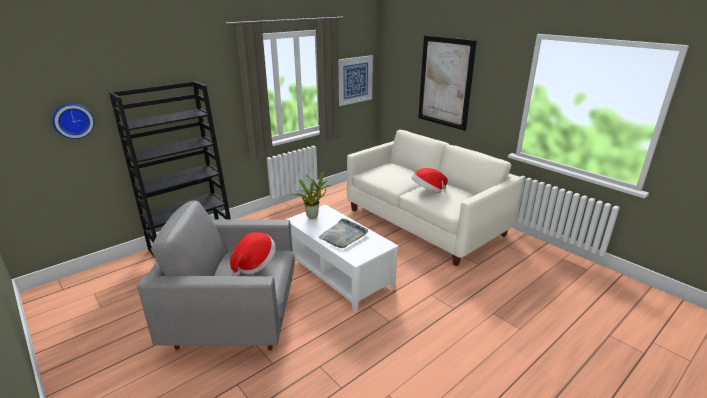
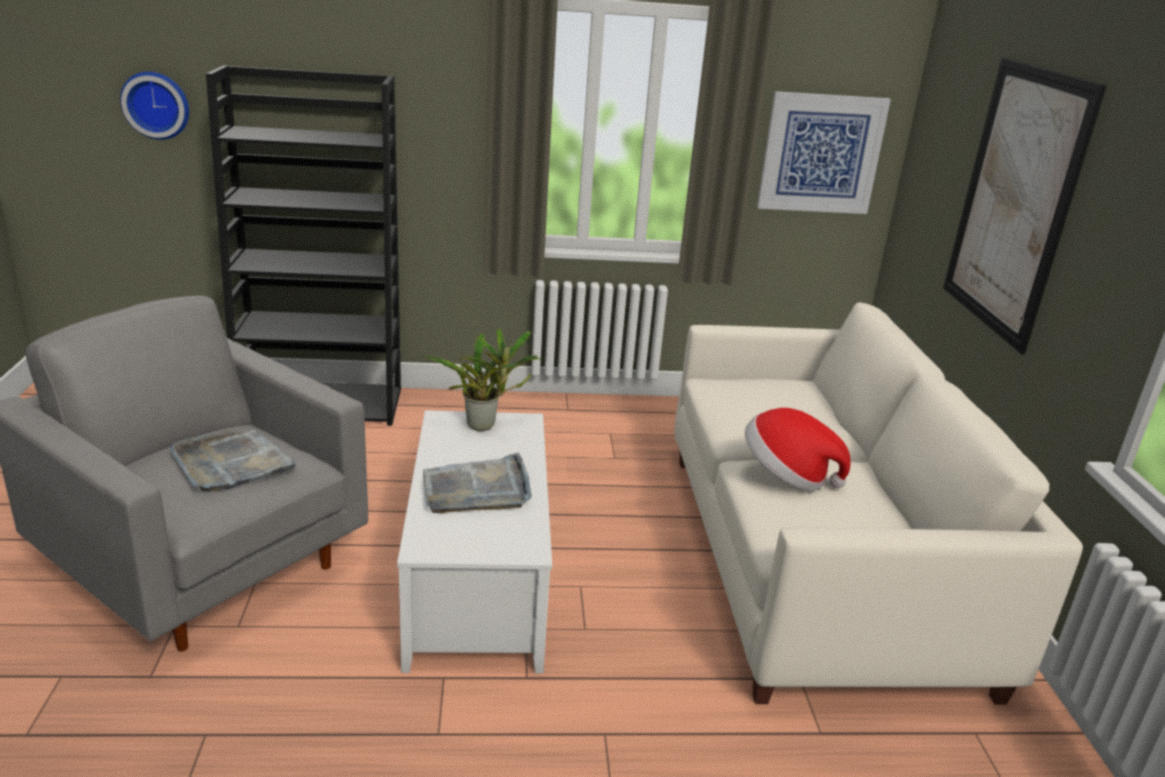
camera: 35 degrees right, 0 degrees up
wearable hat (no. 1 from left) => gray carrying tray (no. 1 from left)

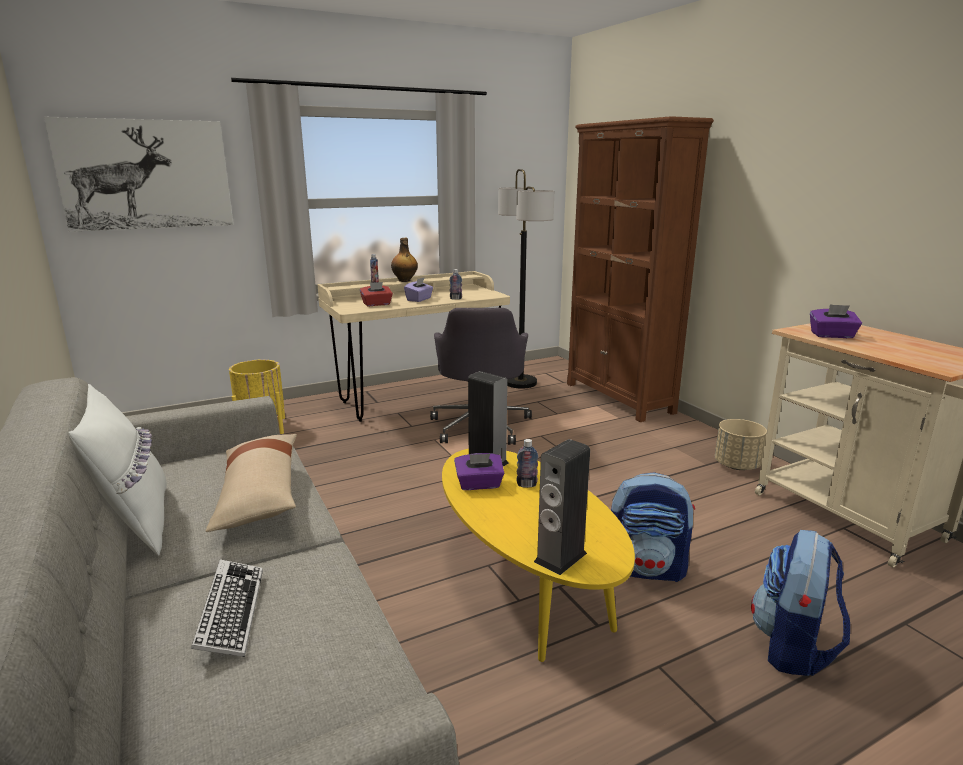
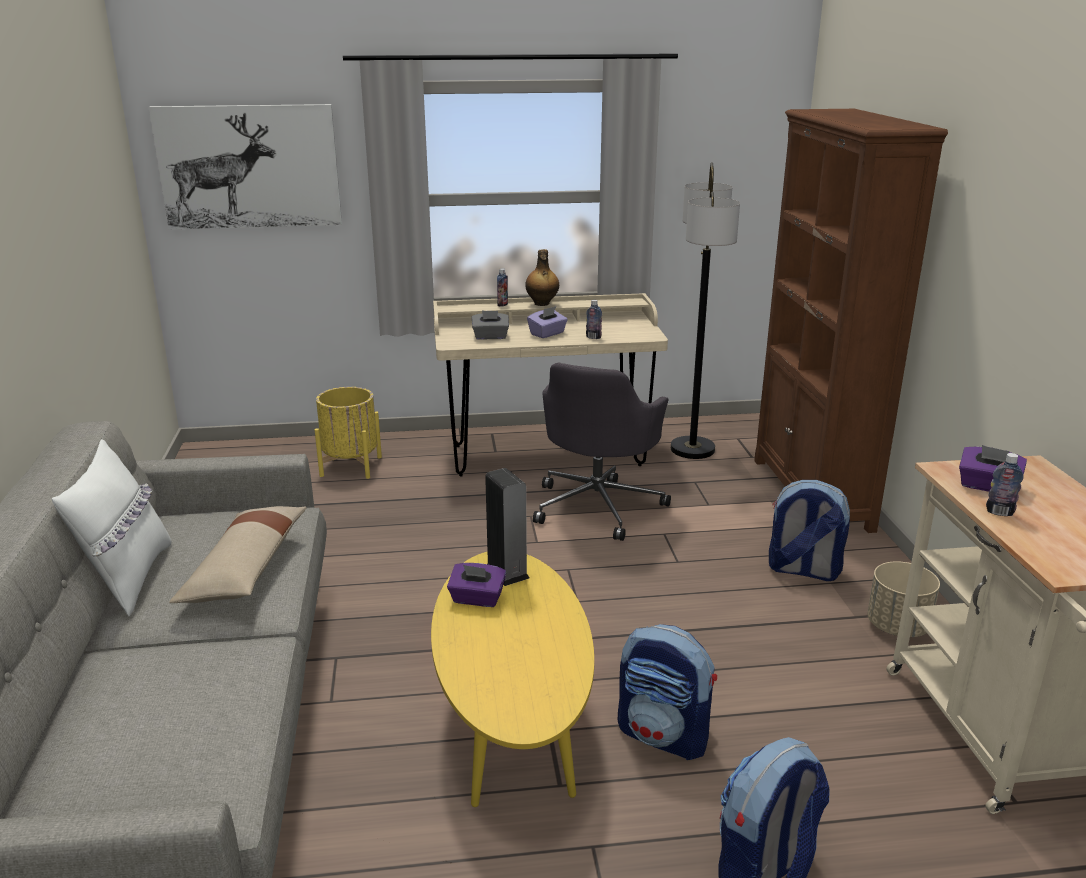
camera: 20 degrees right, 5 degrees up
red tissue holder => gray tissue holder
nothing => backpack (no. 3 from left)
drink bottle (no. 4 from left), relocated
PC keyboard => nothing
loudspeaker (no. 2 from left) => nothing

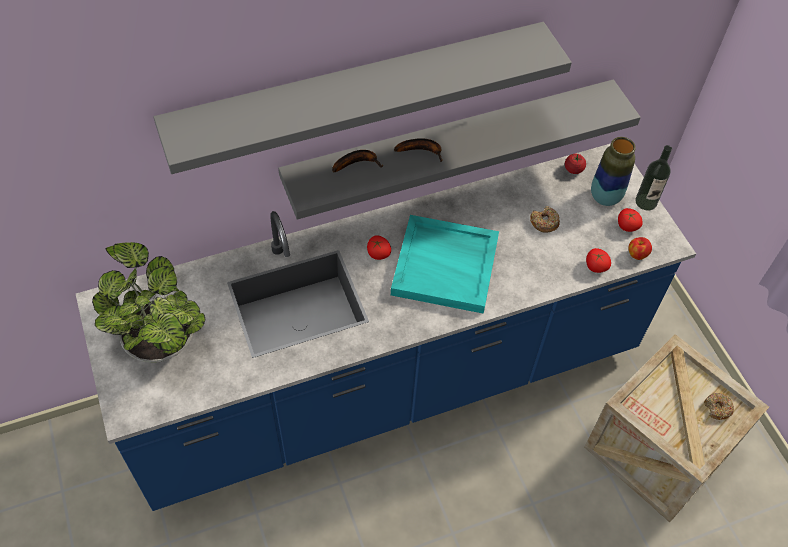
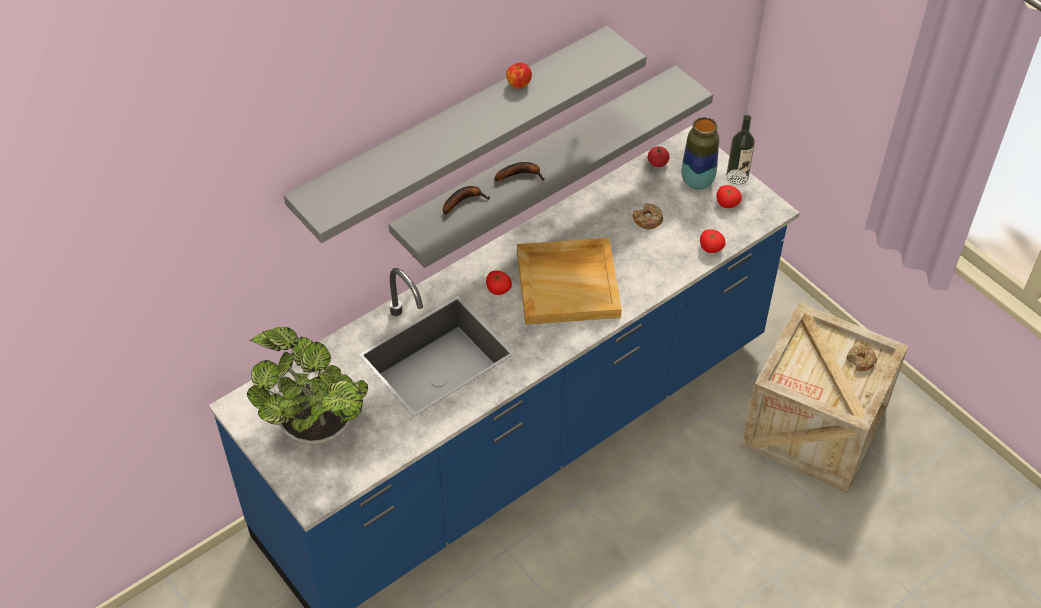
camera: 15 degrees left, 5 degrees down
apple fruit, relocated
turquoise carrying tray => sand-coloured carrying tray

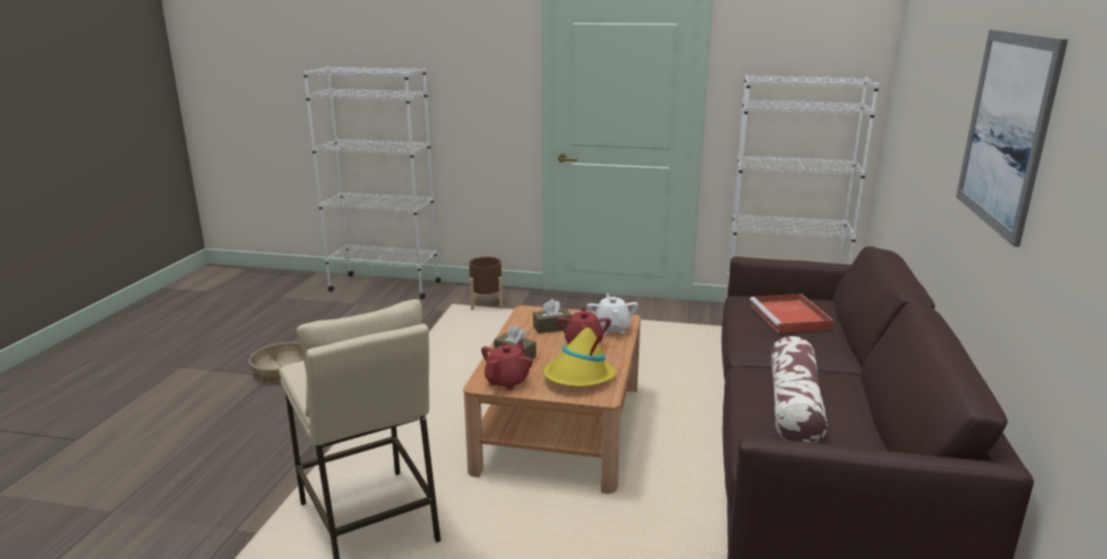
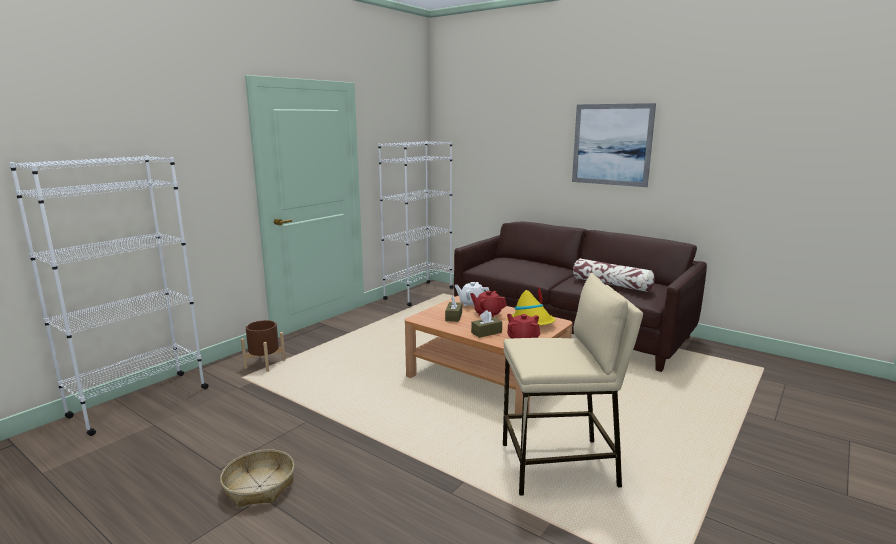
camera: 65 degrees left, 5 degrees down
red carrying tray => nothing

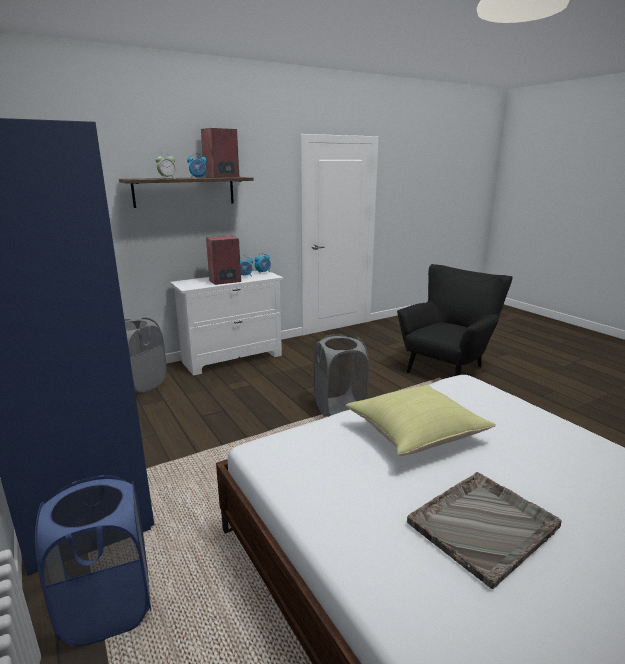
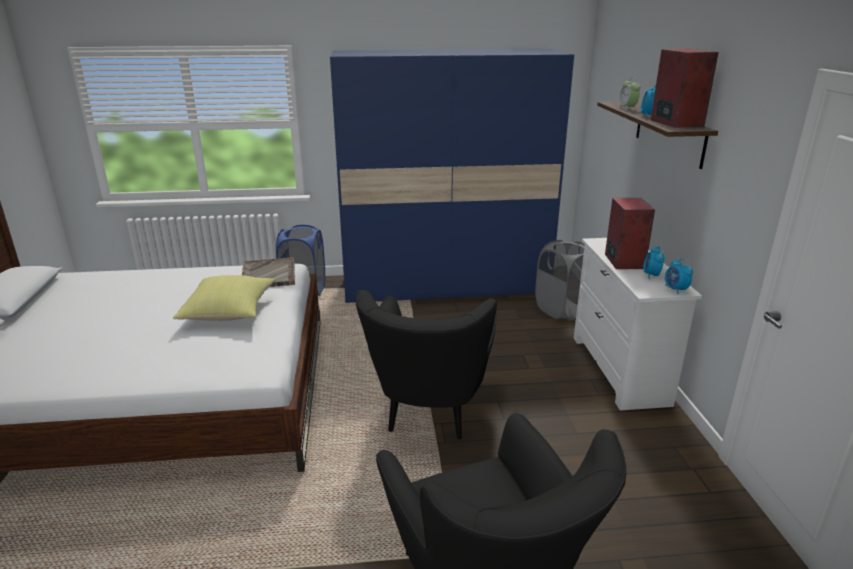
camera: 115 degrees right, 5 degrees up
gray carrying tray, relocated
gray washing basket (no. 2 from left) => black lounge chair (no. 1 from left)

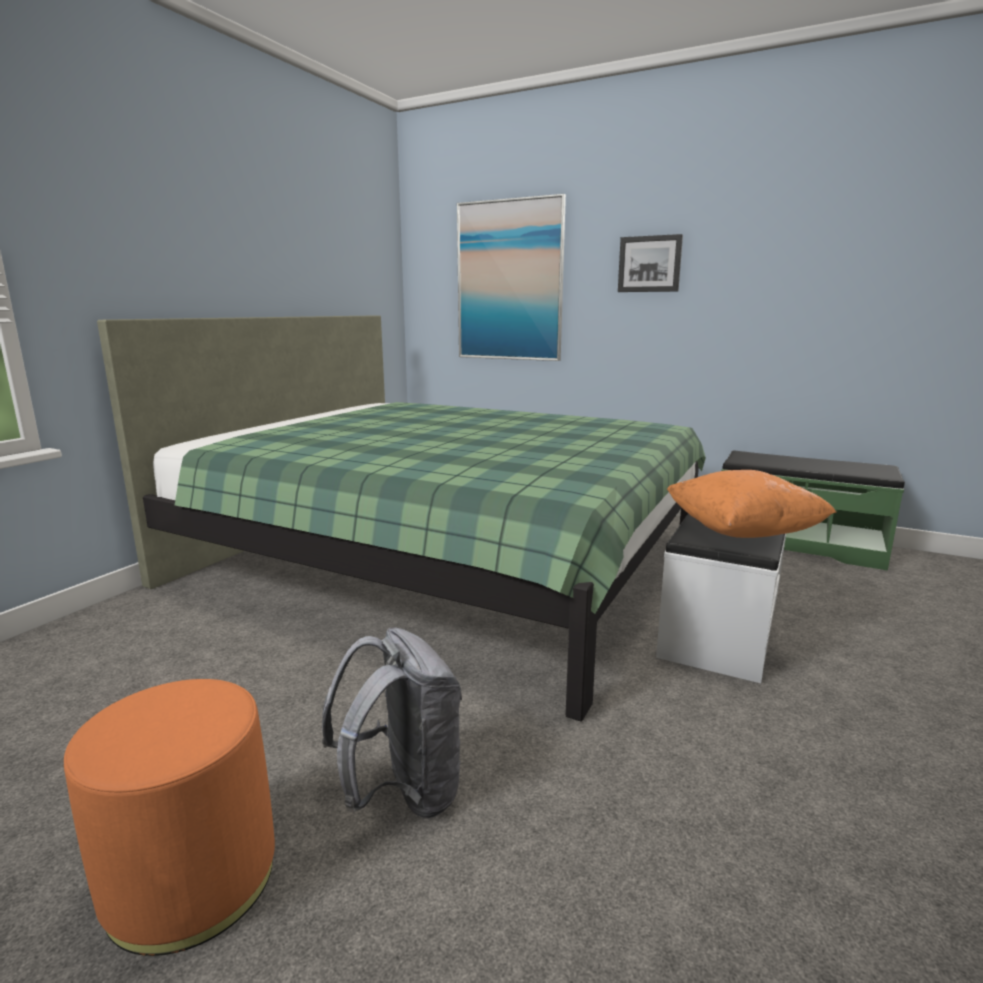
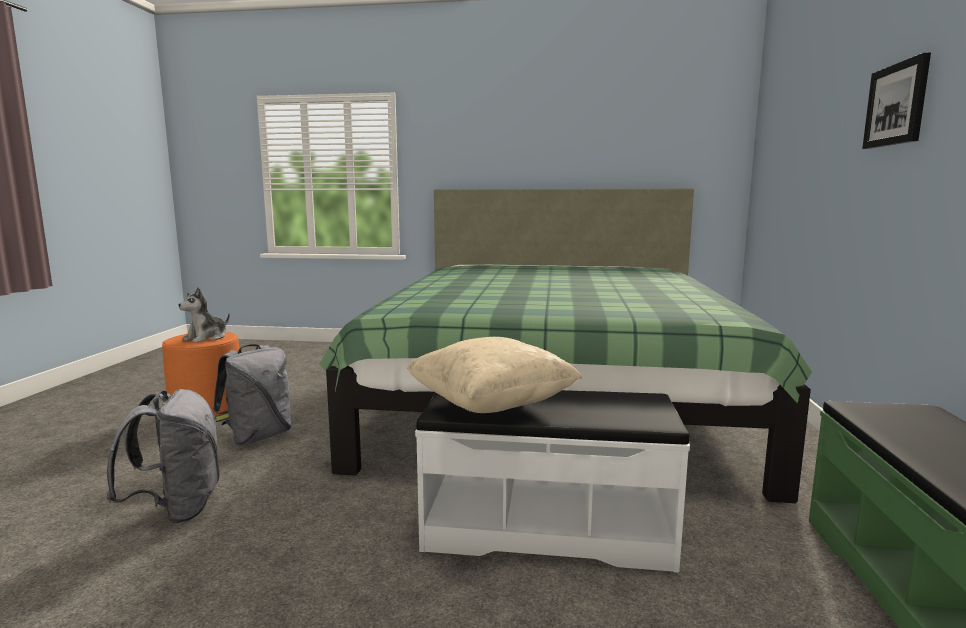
camera: 70 degrees right, 5 degrees down
nothing => gray backpack (no. 1 from left)
nothing => plush toy
orangey cushion => sand-coloured cushion
picture (no. 1 from left) => nothing

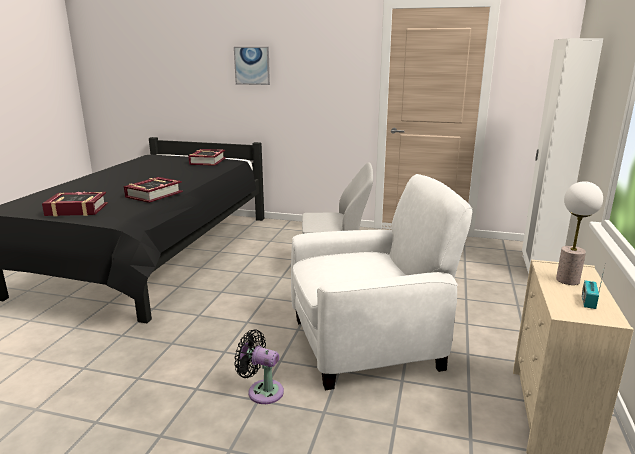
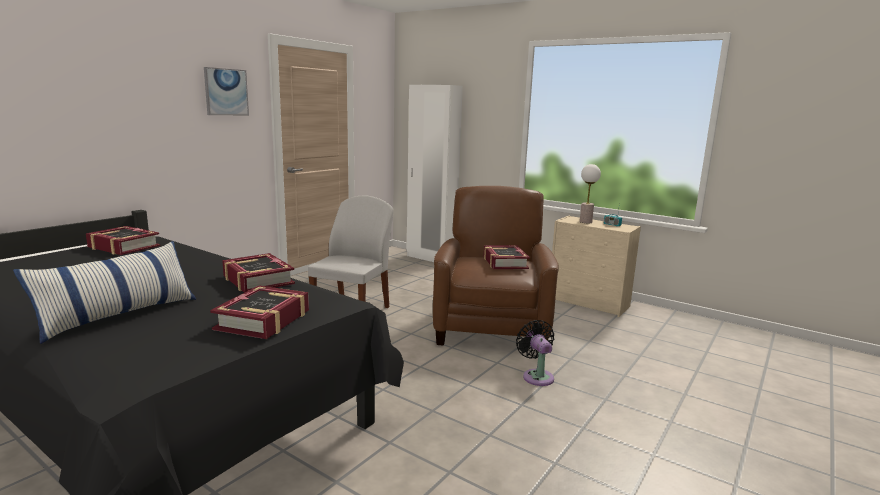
camera: 70 degrees left, 5 degrees down
nothing => cushion
picture, relocated
white lounge chair => brownish lounge chair
nothing => bound book (no. 4 from left)
black fan, 120 degrees clockwise

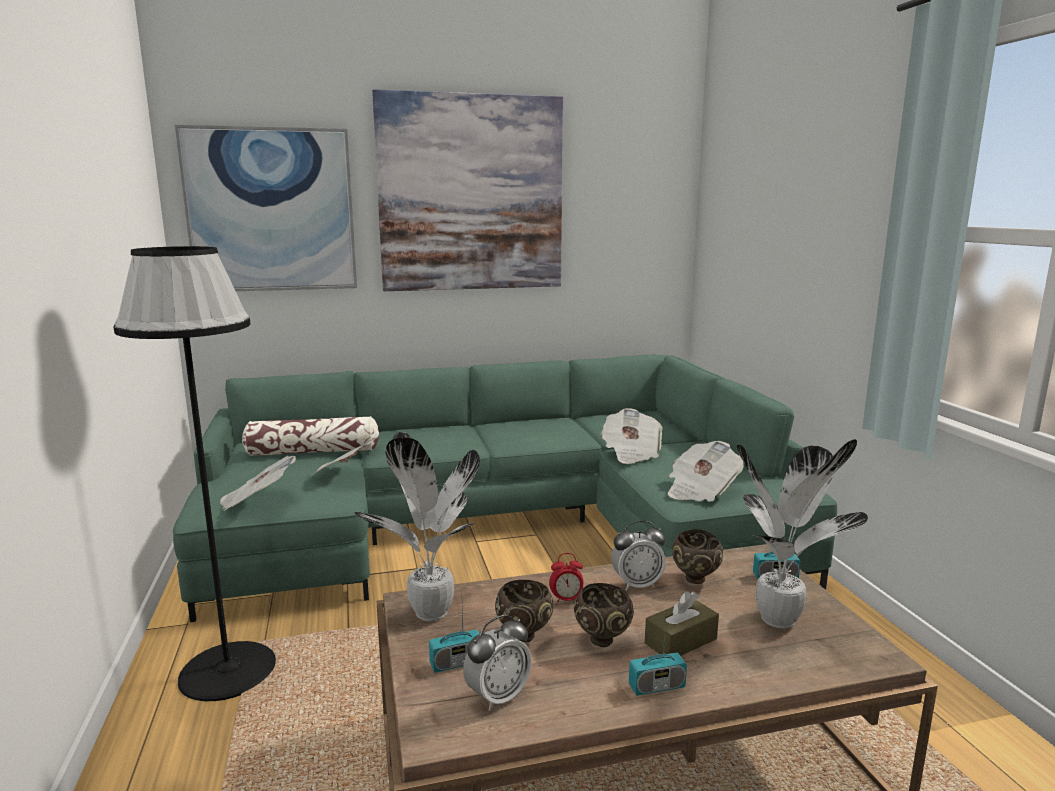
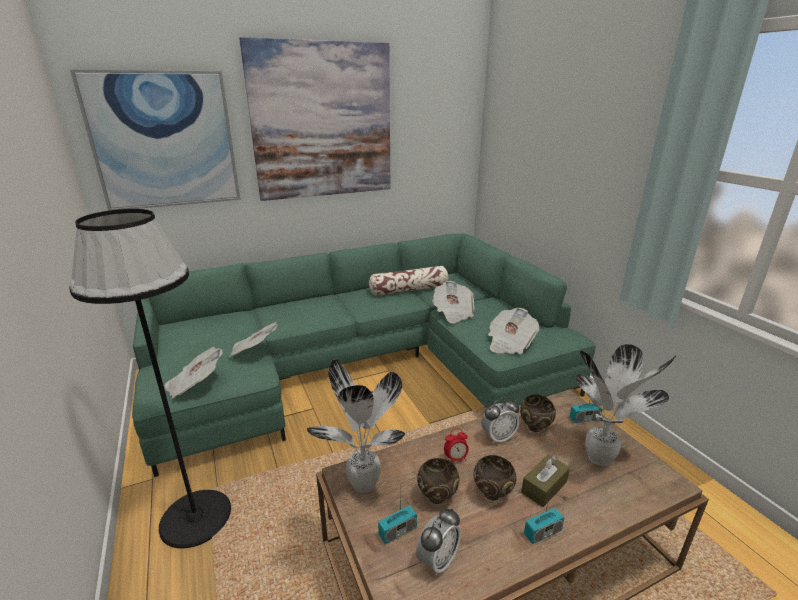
camera: 10 degrees left, 10 degrees up
cushion, relocated

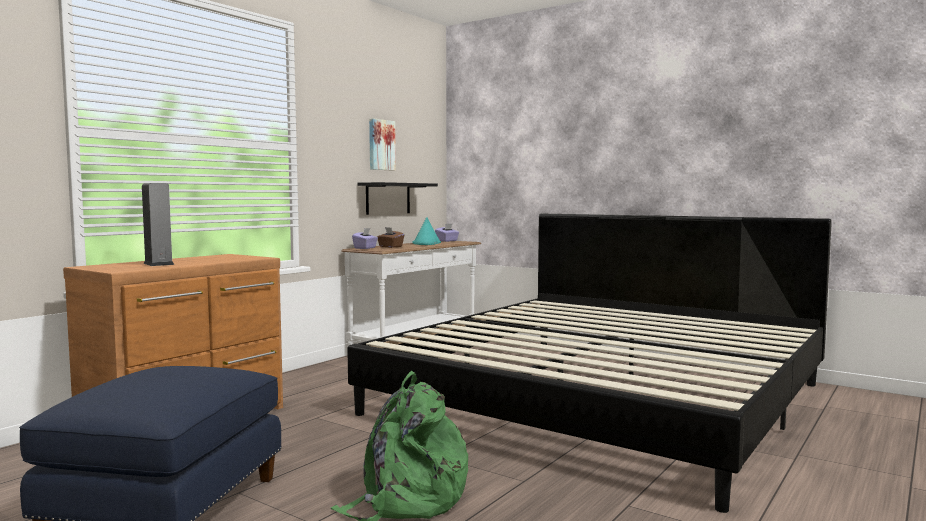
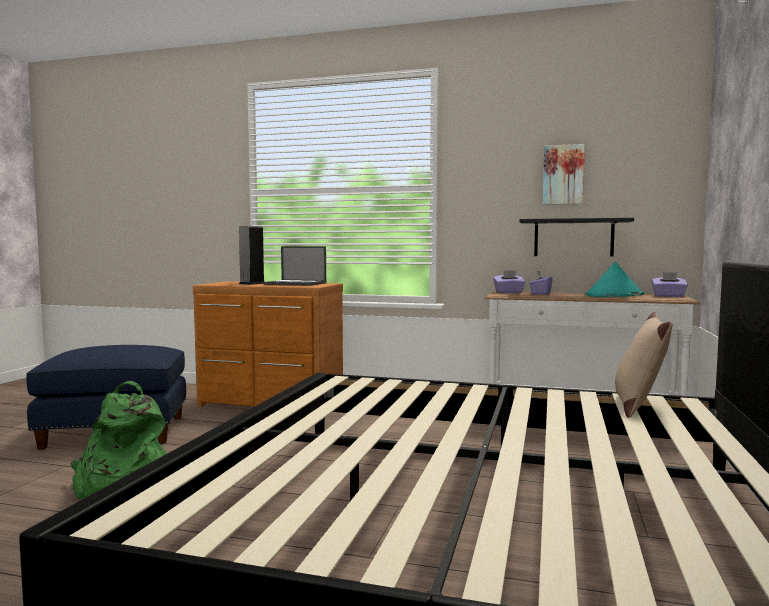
camera: 70 degrees right, 0 degrees up
nothing => laptop
brownish tissue holder => purple tissue holder (no. 2 from left)
nothing => sand-coloured cushion

